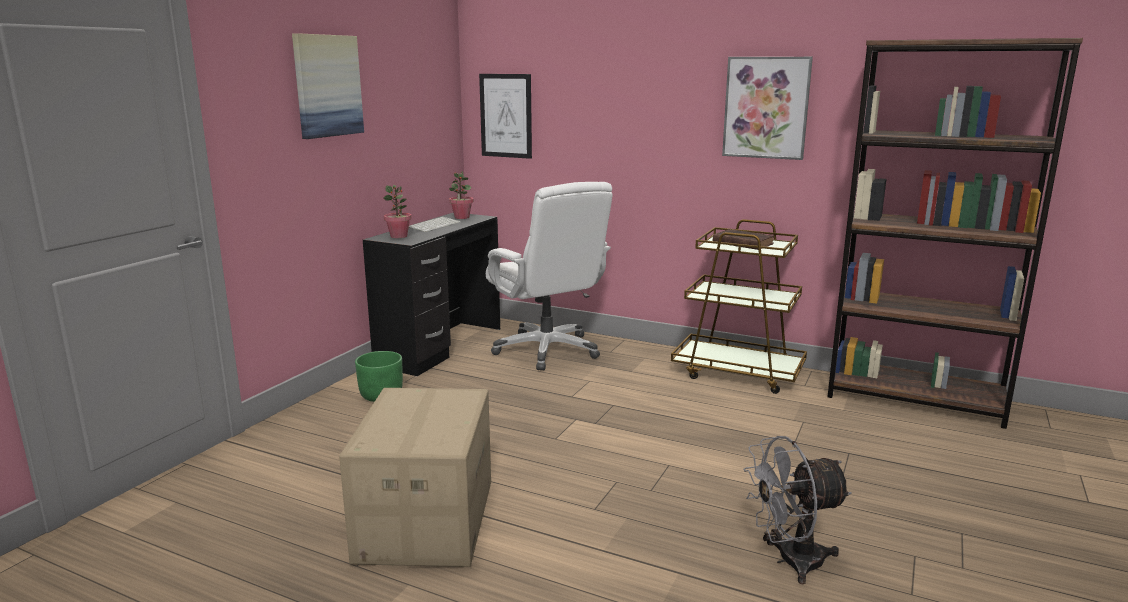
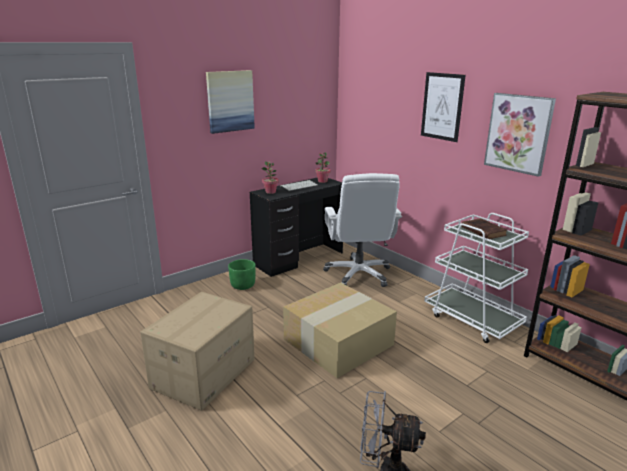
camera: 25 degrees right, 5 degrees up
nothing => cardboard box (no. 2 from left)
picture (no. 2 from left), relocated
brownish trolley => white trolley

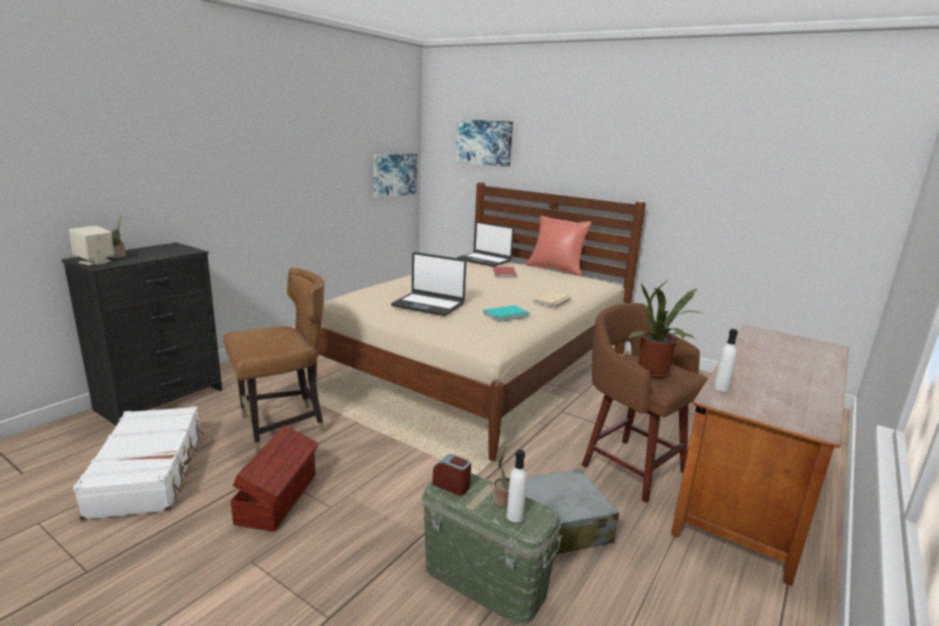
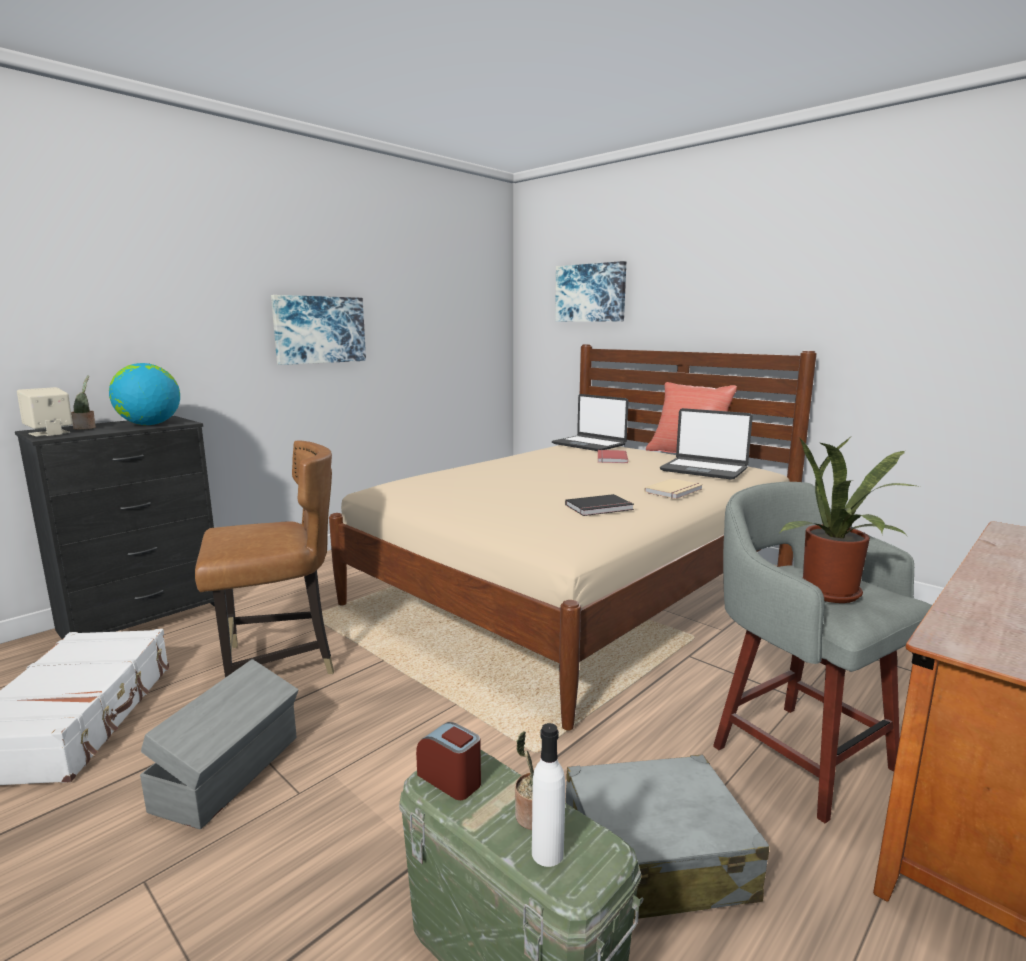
camera: 10 degrees right, 5 degrees down
nothing => globe
brownish storage container => gray storage container
picture (no. 1 from left), relocated
turquoise bound book => black bound book
laptop (no. 1 from left in the first image) => laptop (no. 2 from left), relocated
brownish stool seat => gray stool seat
white drink bottle (no. 2 from left) => nothing

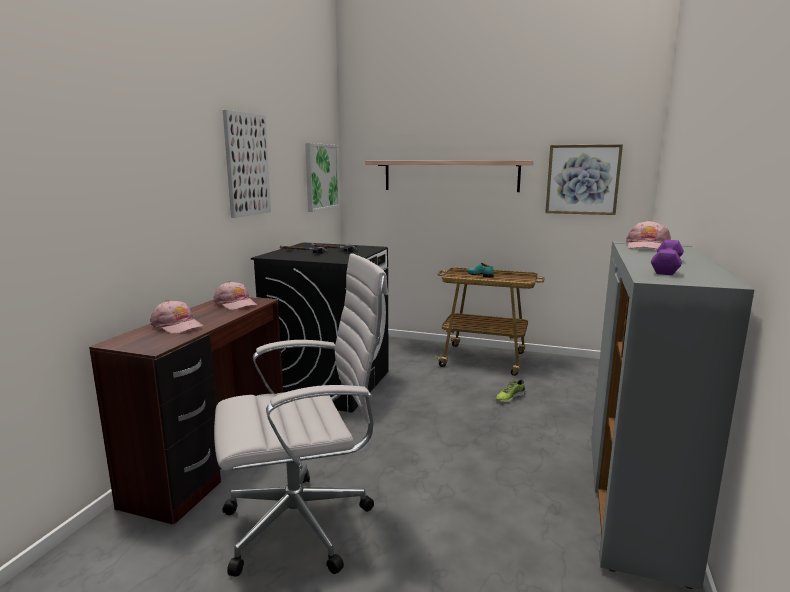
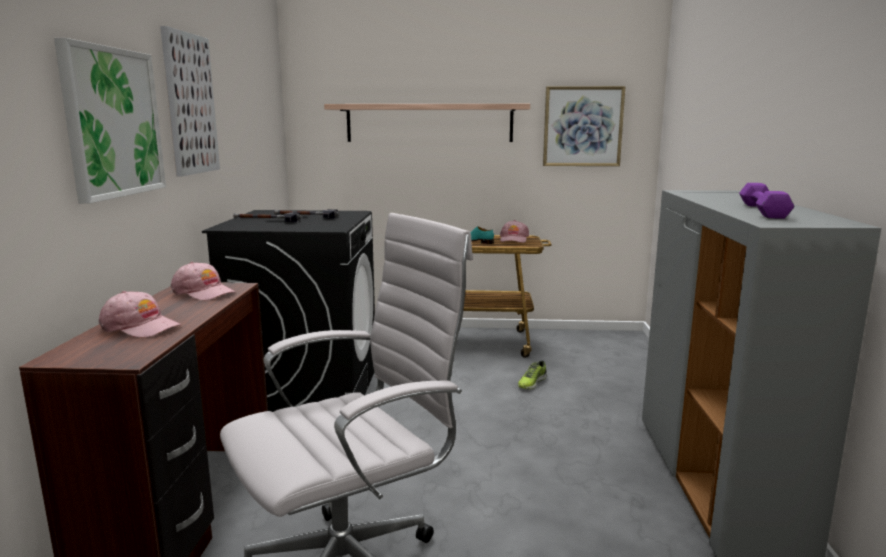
camera: 15 degrees left, 0 degrees up
picture (no. 2 from left in the first image) => picture (no. 1 from left), relocated
pink peaked cap (no. 3 from left), relocated

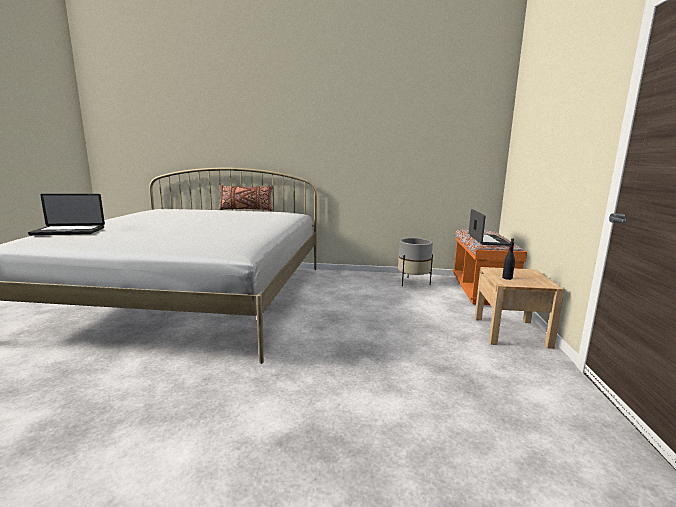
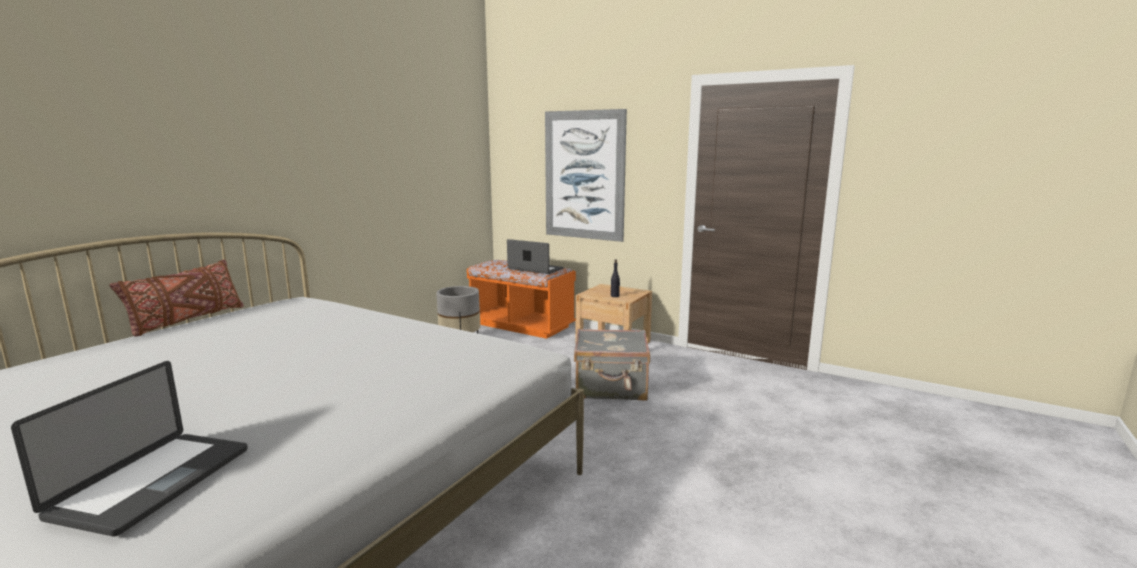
camera: 65 degrees left, 0 degrees up
nothing => picture
nothing => gray suitcase

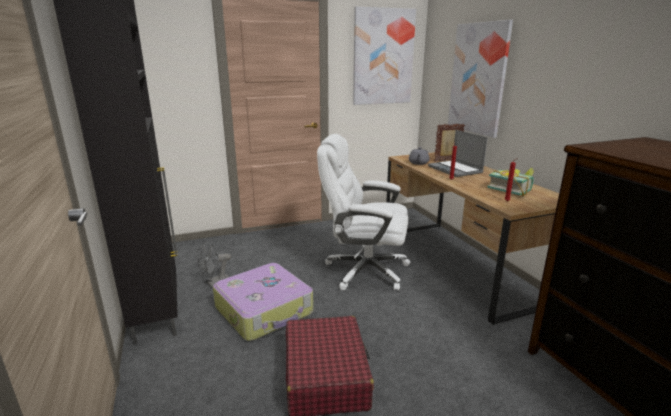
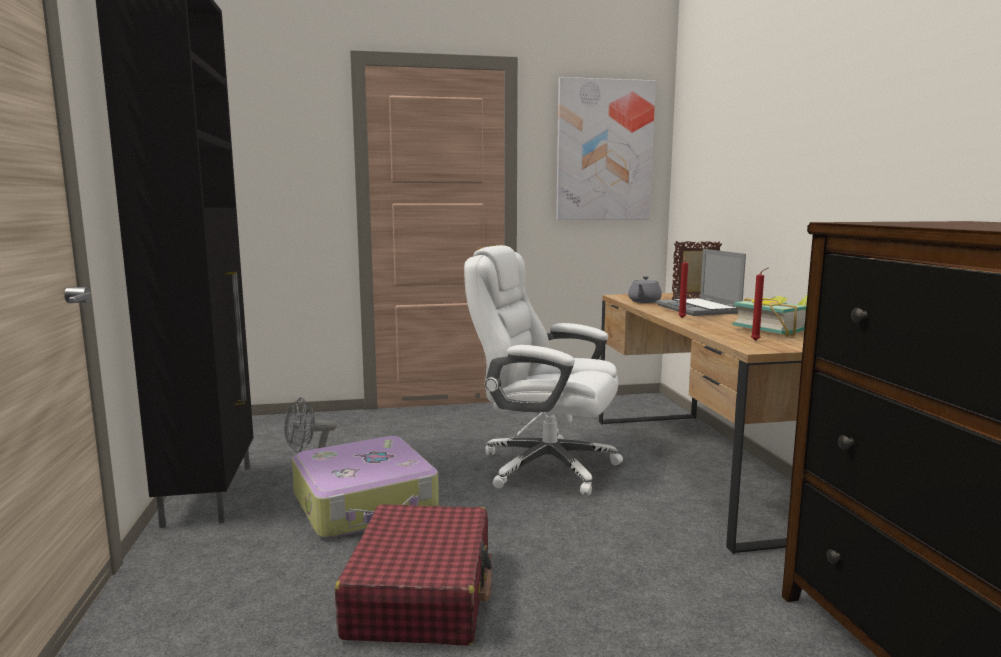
camera: 10 degrees right, 10 degrees down
picture (no. 2 from left) => nothing

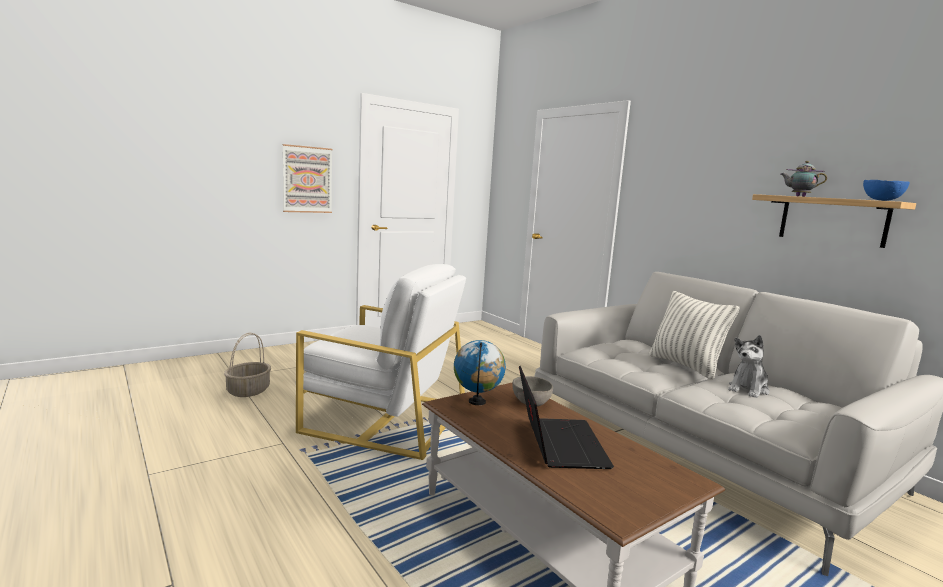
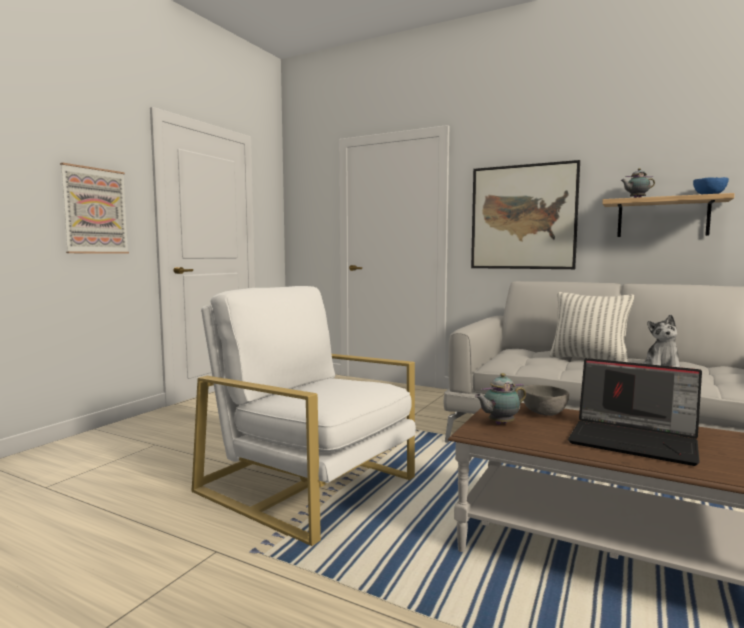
camera: 25 degrees left, 5 degrees down
white lounge chair, 135 degrees counterclockwise
nothing => picture (no. 2 from left)
globe => pot for tea (no. 1 from left)
laptop, 150 degrees clockwise
household basket => nothing

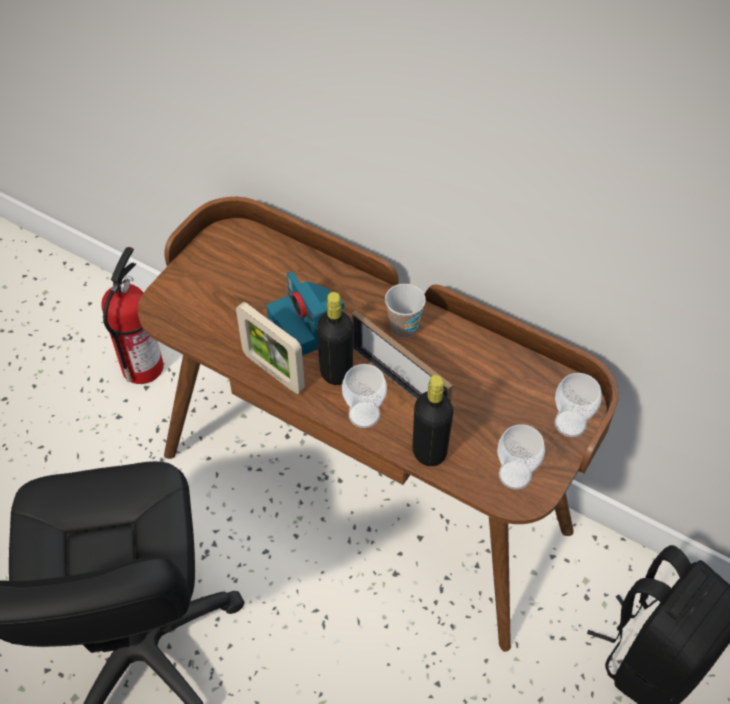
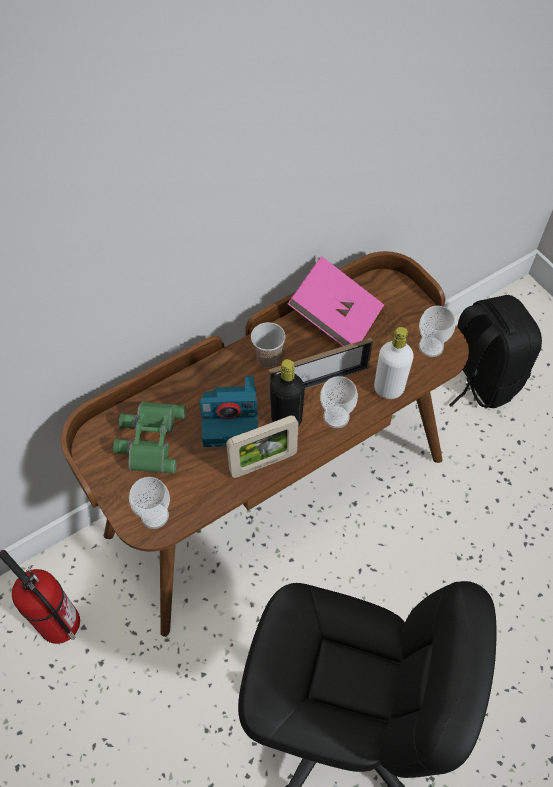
camera: 65 degrees left, 5 degrees up
nothing => green-coloured pair of binoculars
drinking cup (no. 4 from left in the first image) => drinking cup (no. 1 from left), relocated
nothing => pink bound book
black drink bottle (no. 2 from left) => white drink bottle

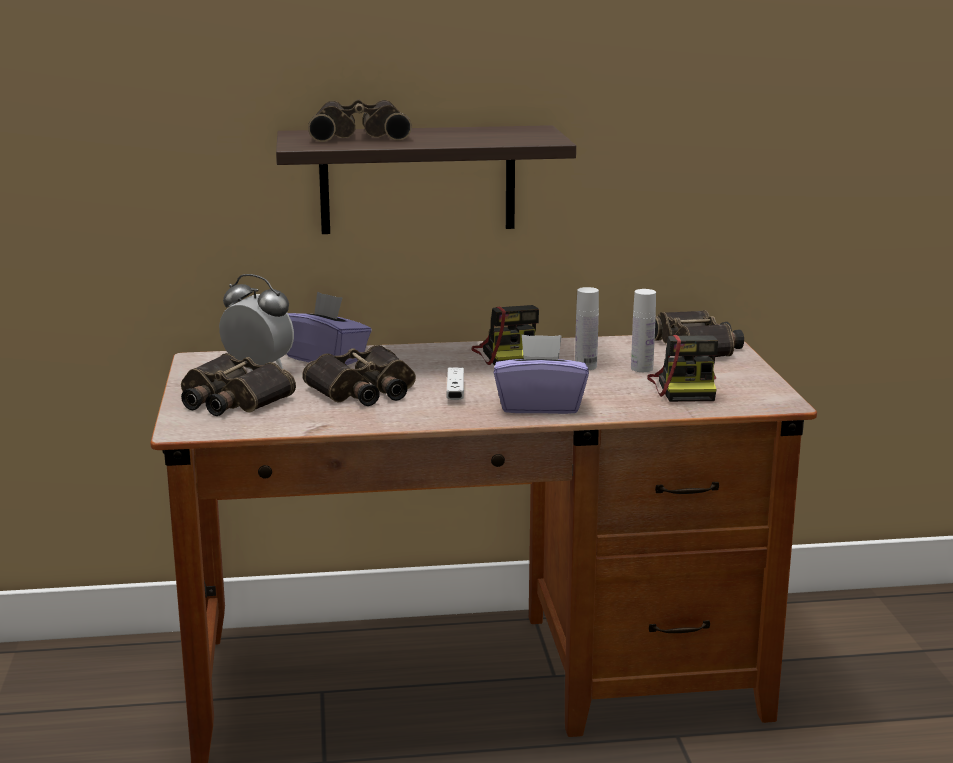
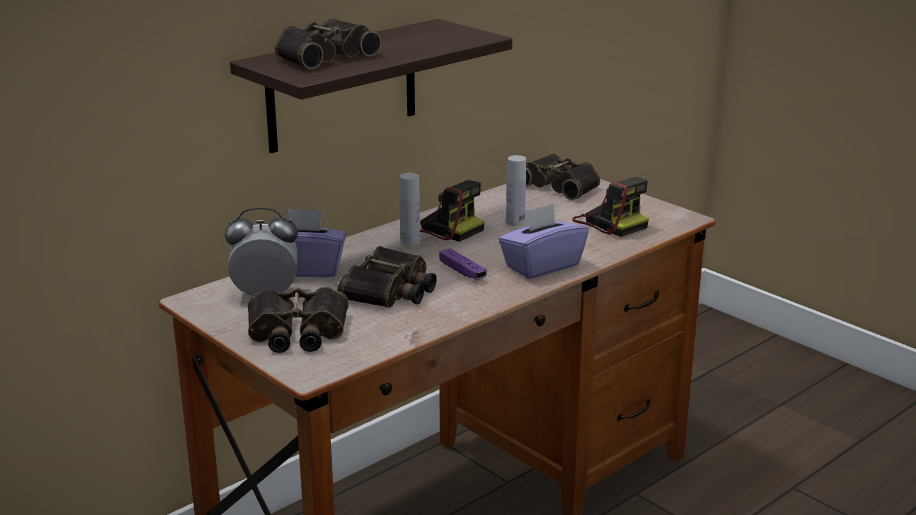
camera: 35 degrees left, 5 degrees up
white drink bottle (no. 2 from left in the first image) => white drink bottle (no. 1 from left), relocated
white gamepad => purple gamepad

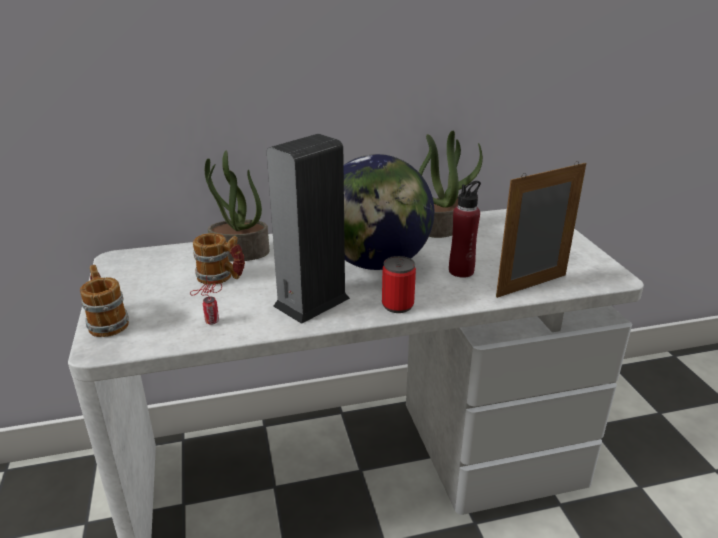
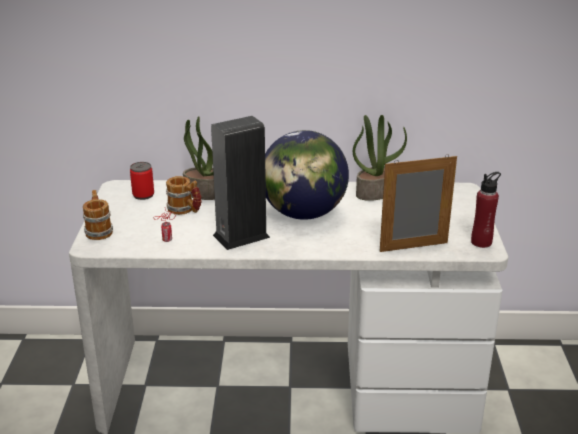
camera: 15 degrees right, 0 degrees up
metal can (no. 2 from left in the first image) => metal can (no. 1 from left), relocated
red drink bottle, relocated

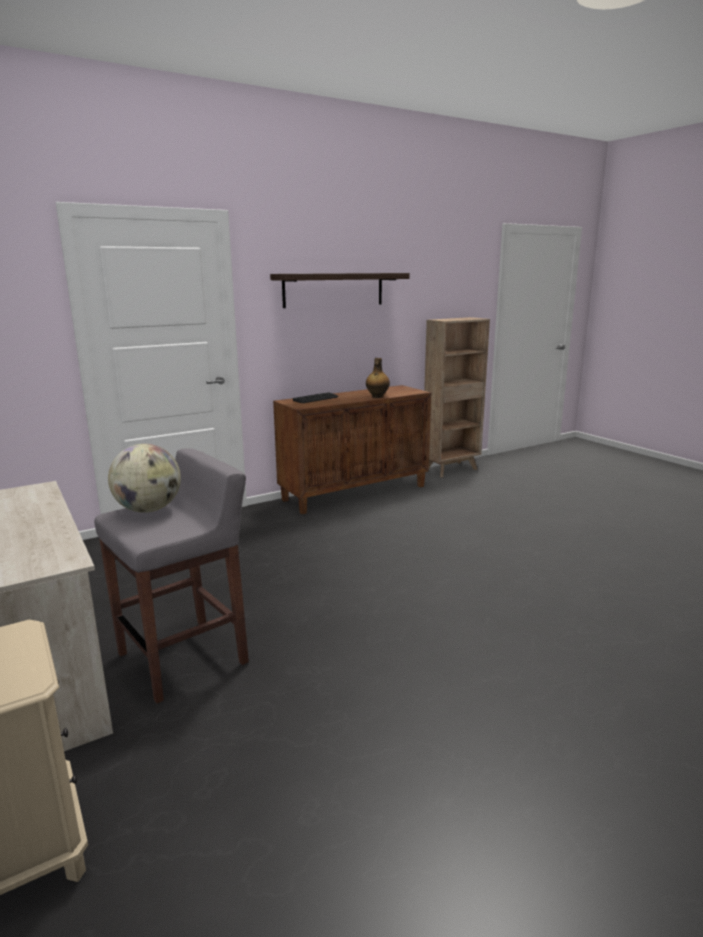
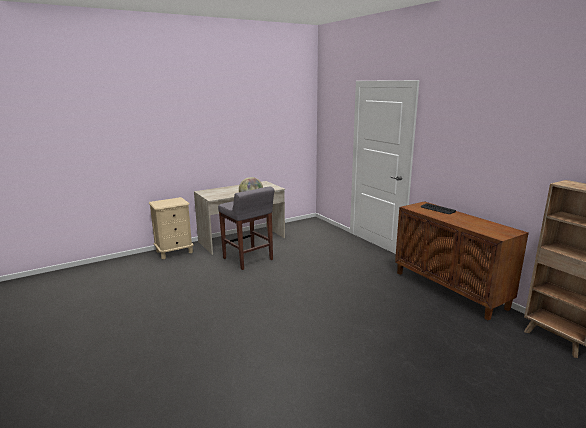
camera: 90 degrees right, 0 degrees up
shelf => nothing
drink bottle => nothing

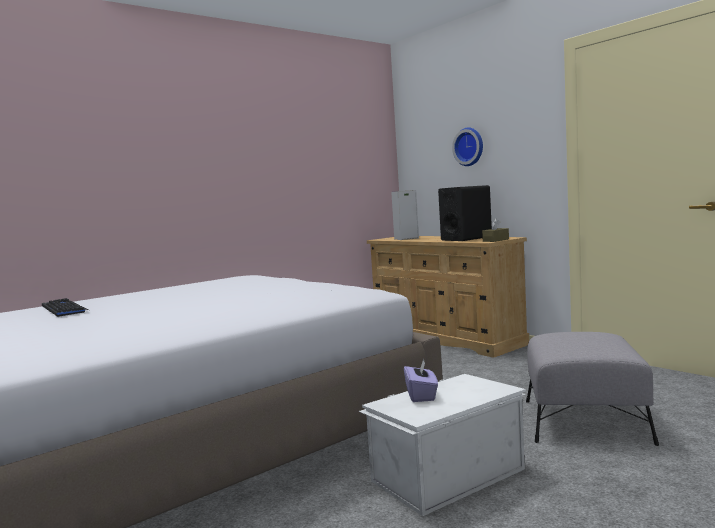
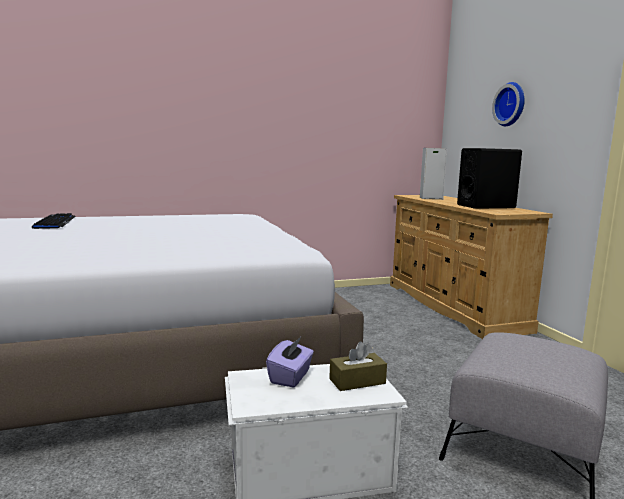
camera: 20 degrees right, 5 degrees up
brownish tissue holder, relocated

